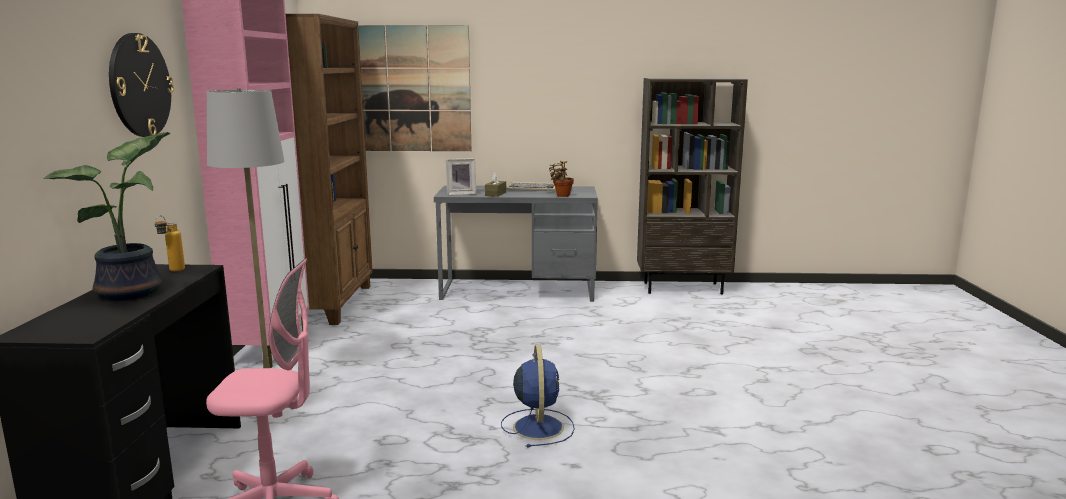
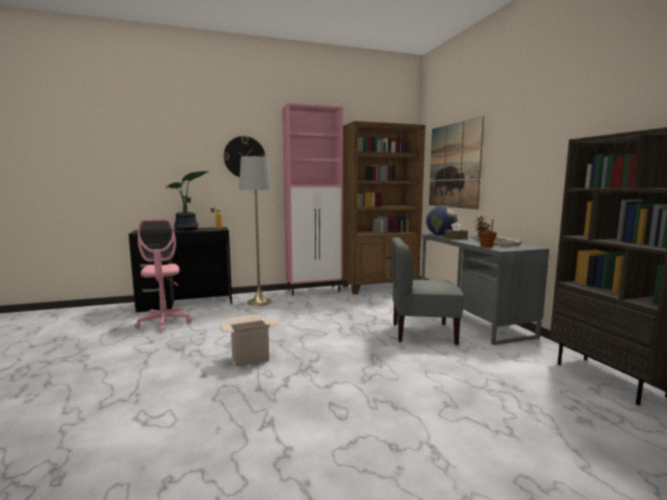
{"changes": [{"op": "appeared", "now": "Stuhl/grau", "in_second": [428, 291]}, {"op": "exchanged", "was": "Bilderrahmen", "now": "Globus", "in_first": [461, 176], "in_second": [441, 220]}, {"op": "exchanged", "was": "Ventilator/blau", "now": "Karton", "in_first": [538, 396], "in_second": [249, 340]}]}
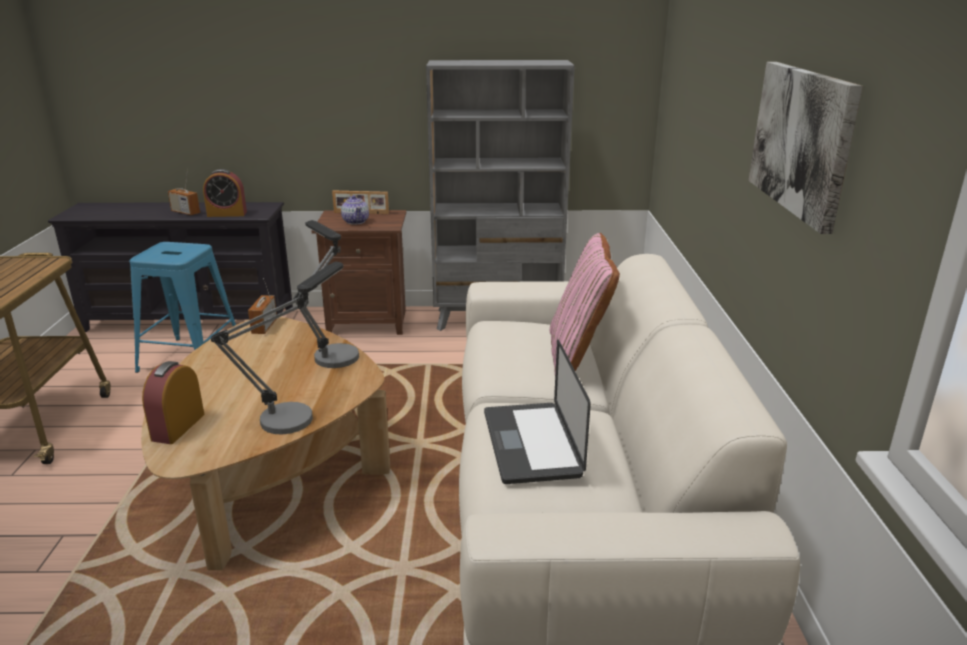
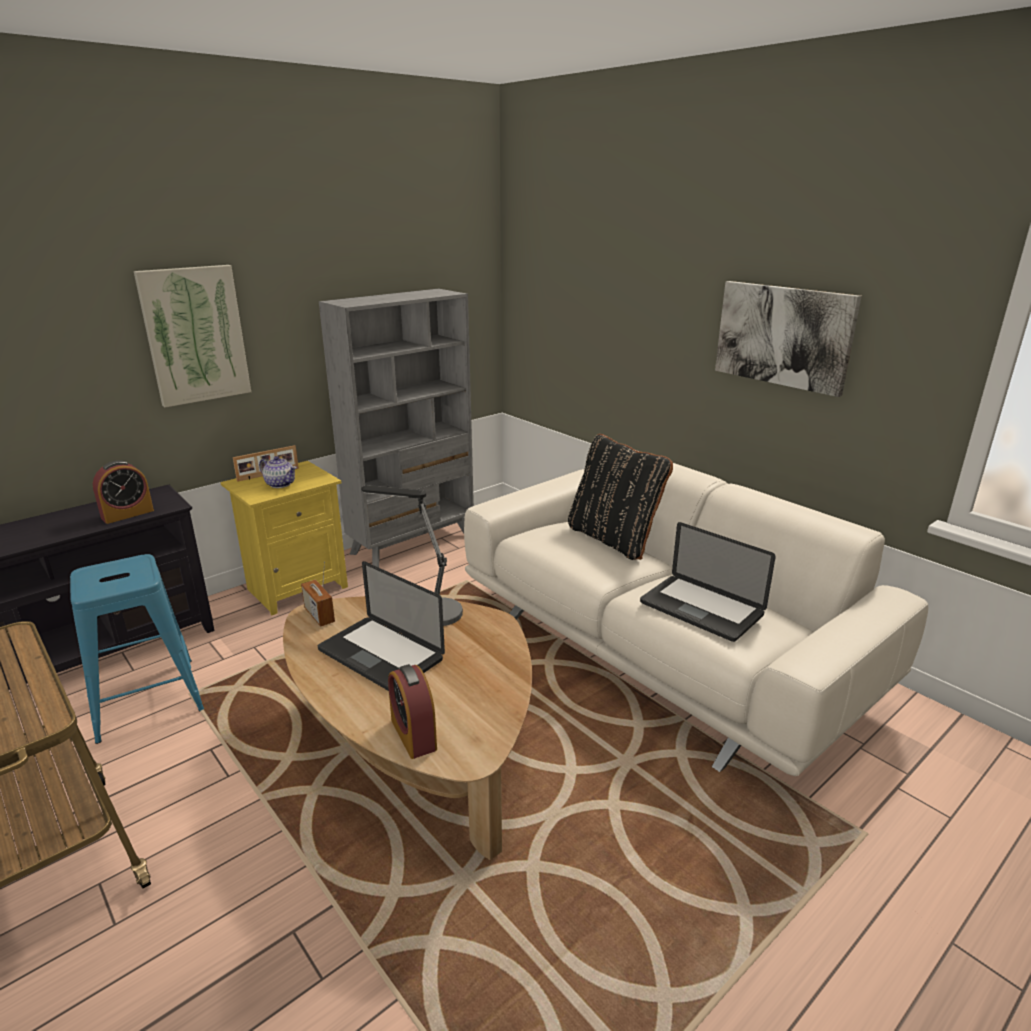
{"changes": [{"op": "missing", "was": "Radio", "in_first": [184, 191]}, {"op": "missing", "was": "Tischlampe", "in_first": [277, 348]}, {"op": "appeared", "now": "Bild", "in_second": [192, 336]}, {"op": "appeared", "now": "Laptop", "in_second": [381, 626]}, {"op": "colour", "was": "Nachttisch/braun", "now": "Nachttisch/gelb", "in_first": [358, 272], "in_second": [284, 538]}, {"op": "colour", "was": "Kissen/rosa", "now": "Kissen/schwarz", "in_first": [585, 302], "in_second": [620, 497]}]}
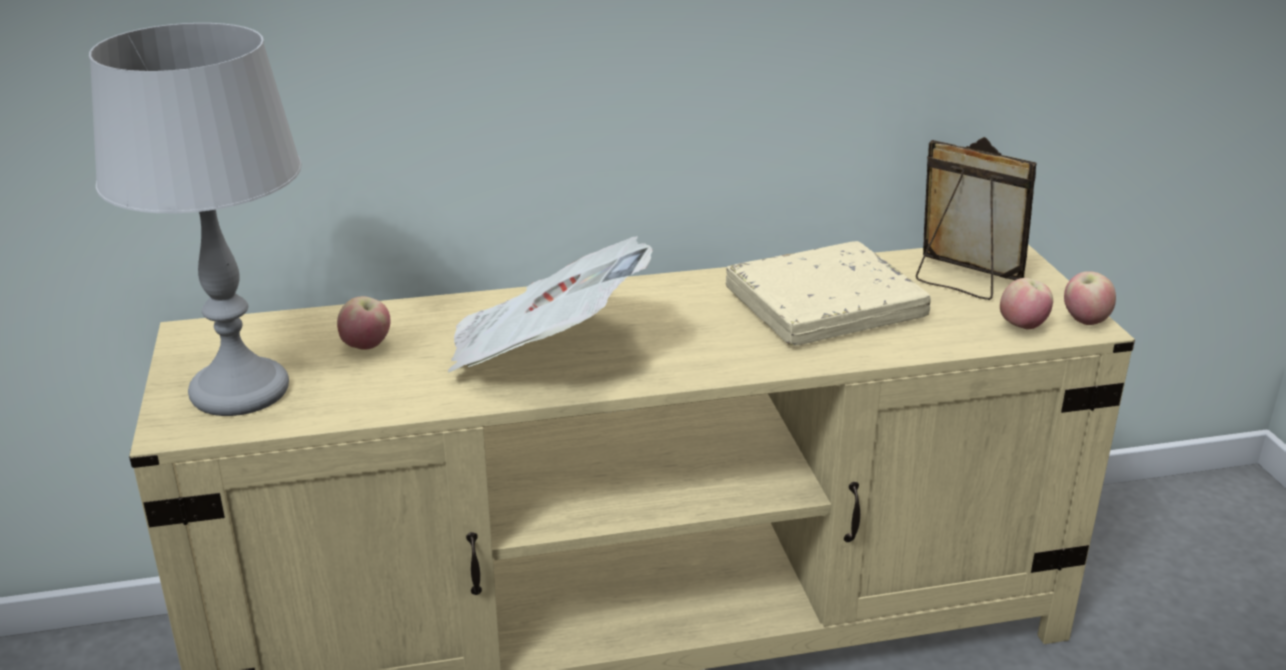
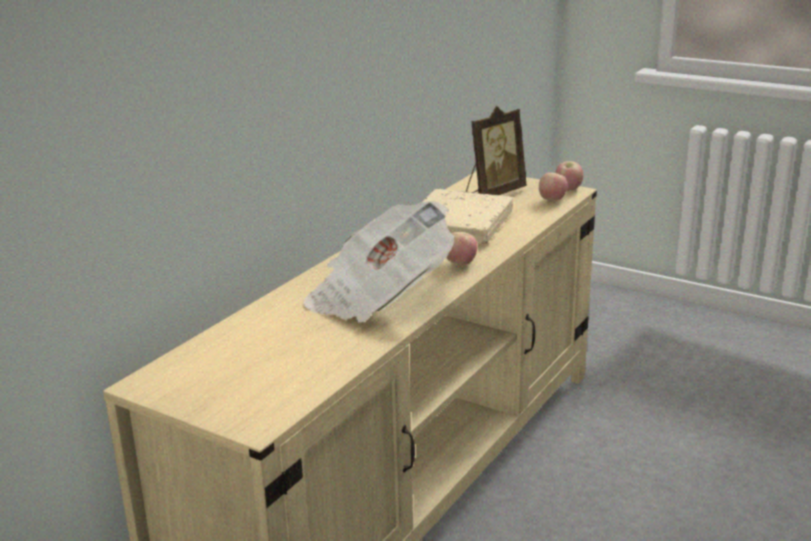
{"changes": [{"op": "missing", "was": "Tischlampe/grau", "in_first": [195, 219]}, {"op": "relocated", "was": "Apfel", "in_first": [364, 323], "in_second": [462, 248]}, {"op": "spun", "was": "Bilderrahmen", "in_first": [976, 218], "in_second": [496, 150], "clockwise": 150}]}
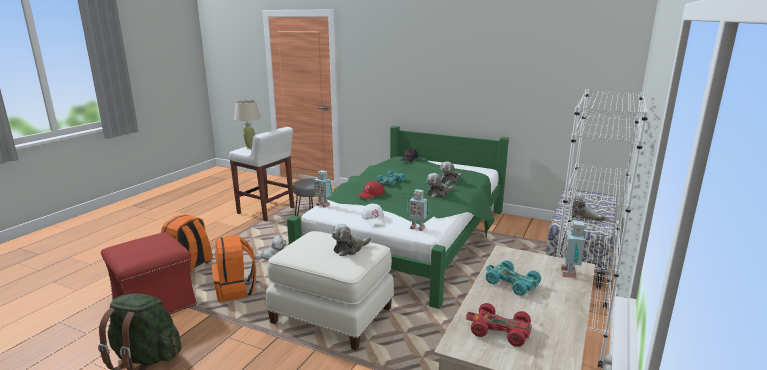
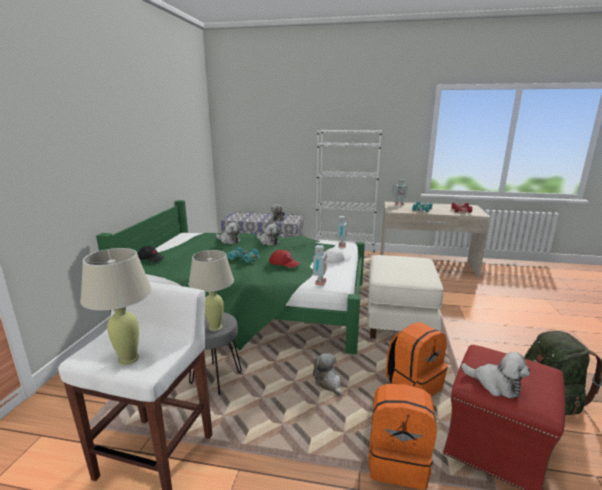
{"changes": [{"op": "appeared", "now": "Tischlampe/beige", "in_second": [211, 290]}, {"op": "relocated", "was": "Plüschtier", "in_first": [351, 240], "in_second": [495, 375]}]}
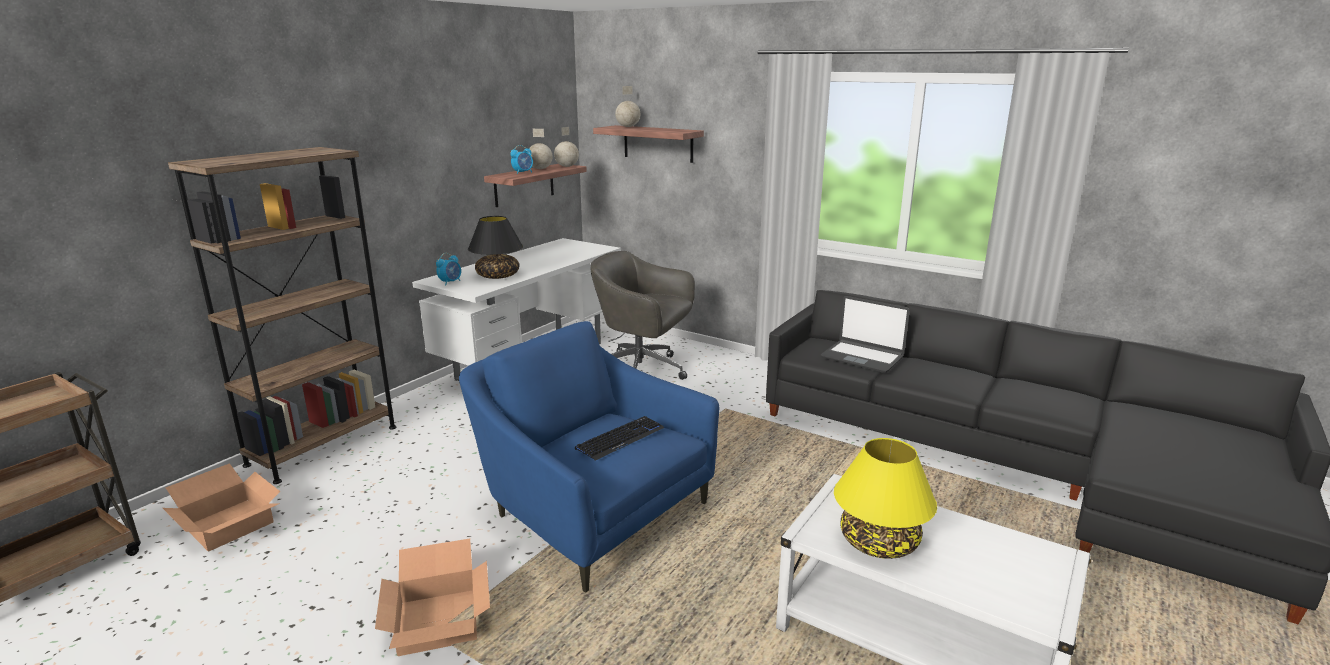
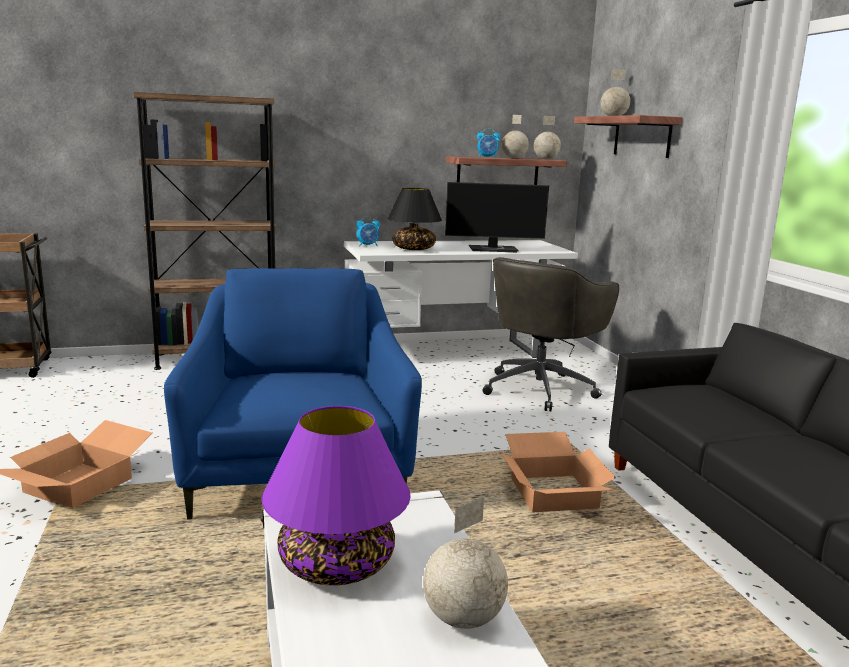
{"changes": [{"op": "missing", "was": "Tastatur", "in_first": [619, 438]}, {"op": "missing", "was": "Laptop", "in_first": [865, 334]}, {"op": "appeared", "now": "Globus", "in_second": [465, 563]}, {"op": "appeared", "now": "Monitor", "in_second": [497, 217]}, {"op": "relocated", "was": "Karton", "in_first": [222, 507], "in_second": [559, 472]}, {"op": "colour", "was": "Tischlampe/gelb", "now": "Tischlampe/lila", "in_first": [885, 498], "in_second": [336, 495]}, {"op": "spun", "was": "Bürostuhl/grau", "in_first": [642, 315], "in_second": [551, 334], "clockwise": -120}]}
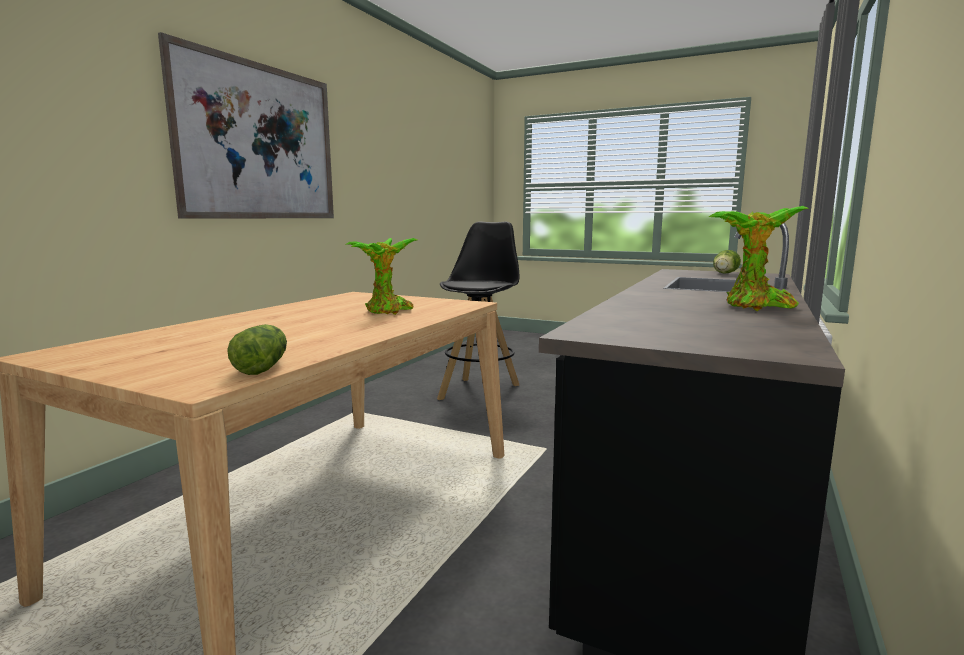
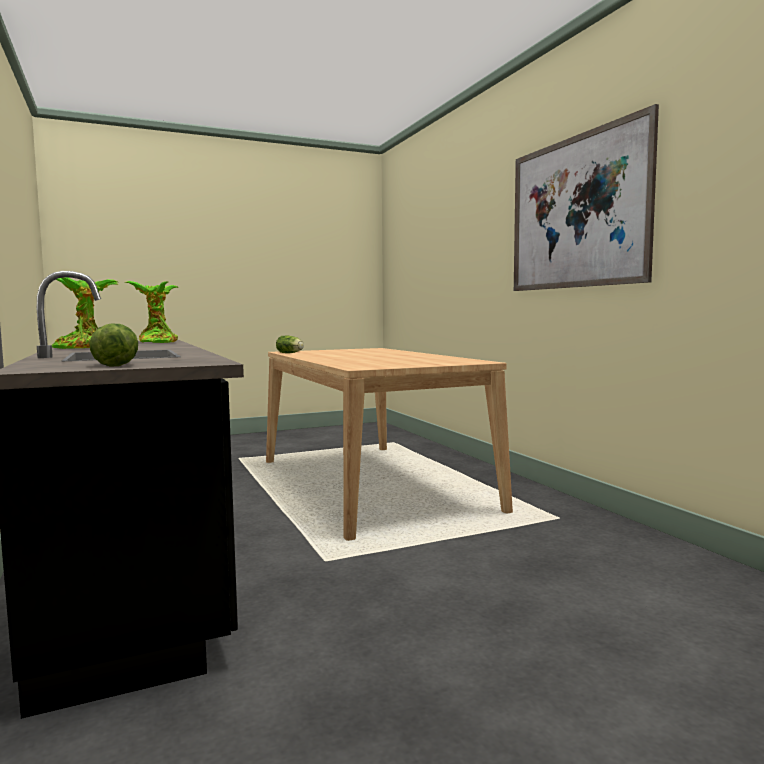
{"changes": [{"op": "missing", "was": "Hocker/schwarz", "in_first": [478, 310]}, {"op": "relocated", "was": "Topfpflanze", "in_first": [381, 276], "in_second": [151, 312]}]}
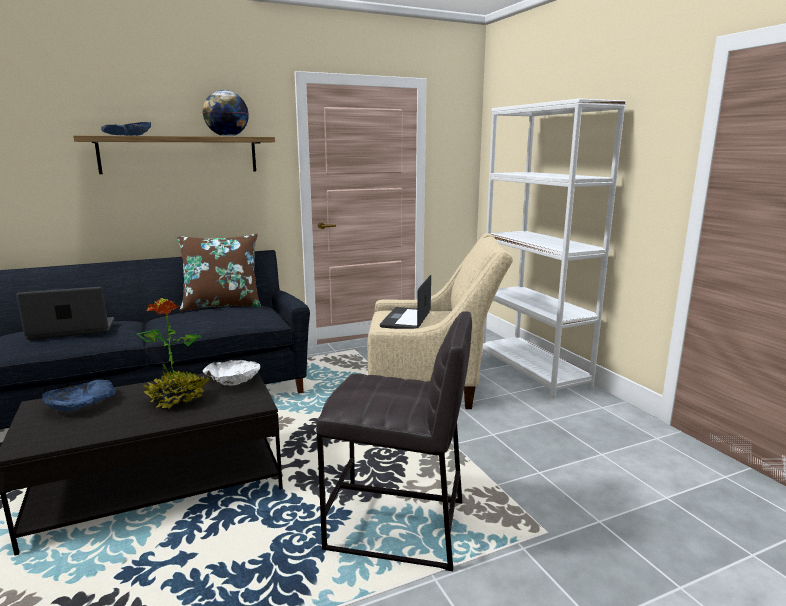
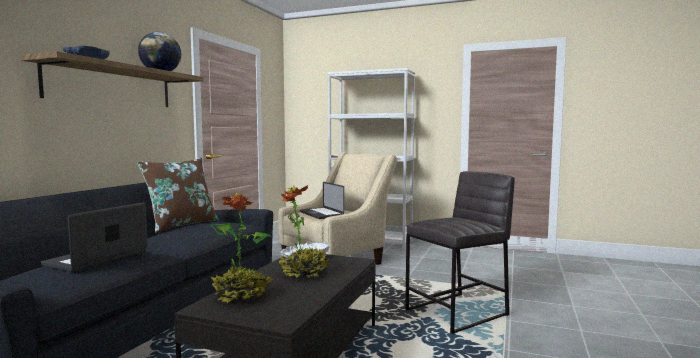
{"changes": [{"op": "exchanged", "was": "Schüssel/blau", "now": "Topfpflanze", "in_first": [79, 395], "in_second": [241, 248]}]}
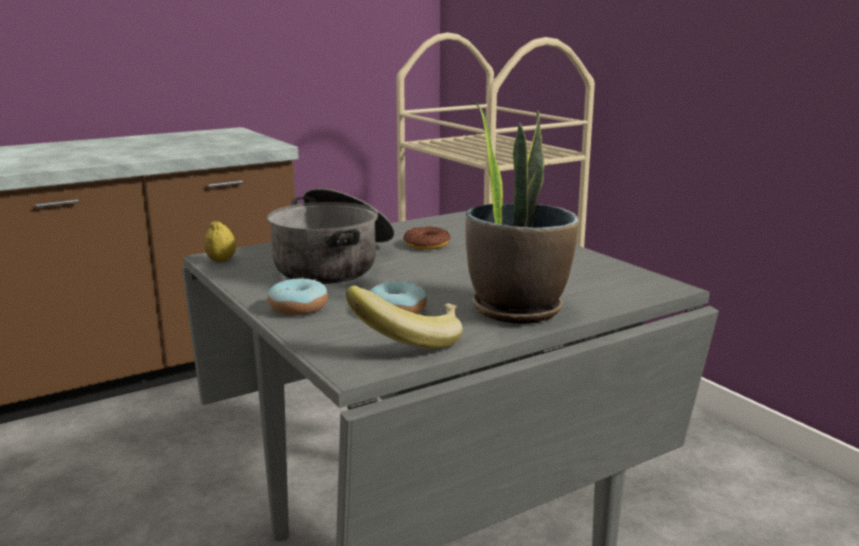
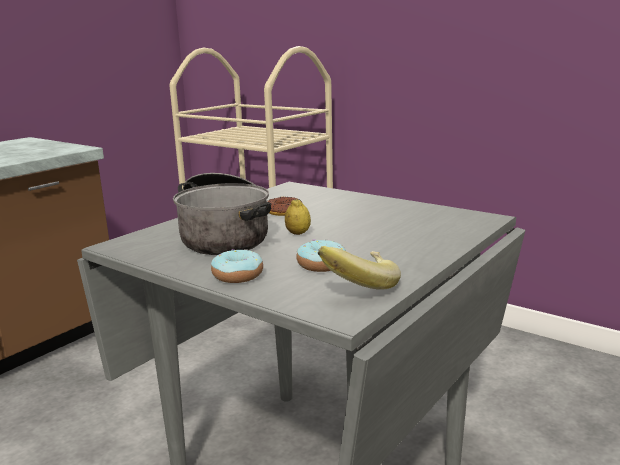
{"changes": [{"op": "missing", "was": "Topfpflanze", "in_first": [522, 212]}, {"op": "relocated", "was": "Zitrone", "in_first": [220, 241], "in_second": [298, 217]}]}
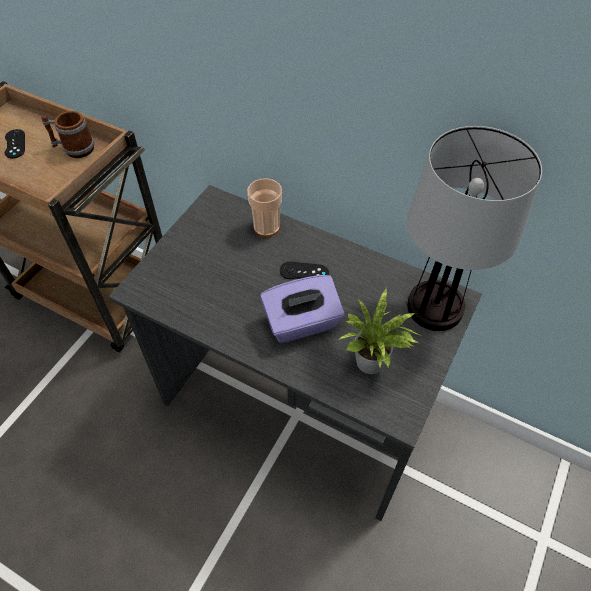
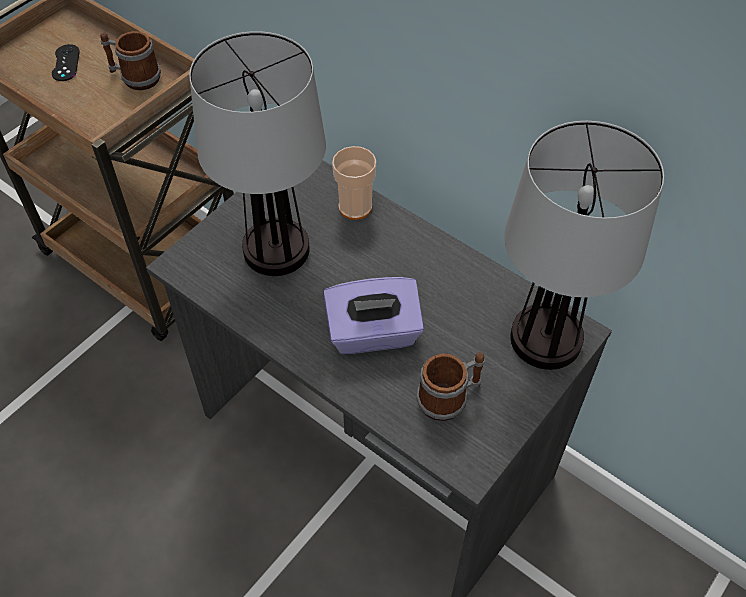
{"changes": [{"op": "missing", "was": "Gamepad/schwarz", "in_first": [304, 270]}, {"op": "appeared", "now": "Tischlampe", "in_second": [257, 153]}, {"op": "exchanged", "was": "Topfpflanze", "now": "Henkelbecher", "in_first": [380, 331], "in_second": [451, 386]}]}
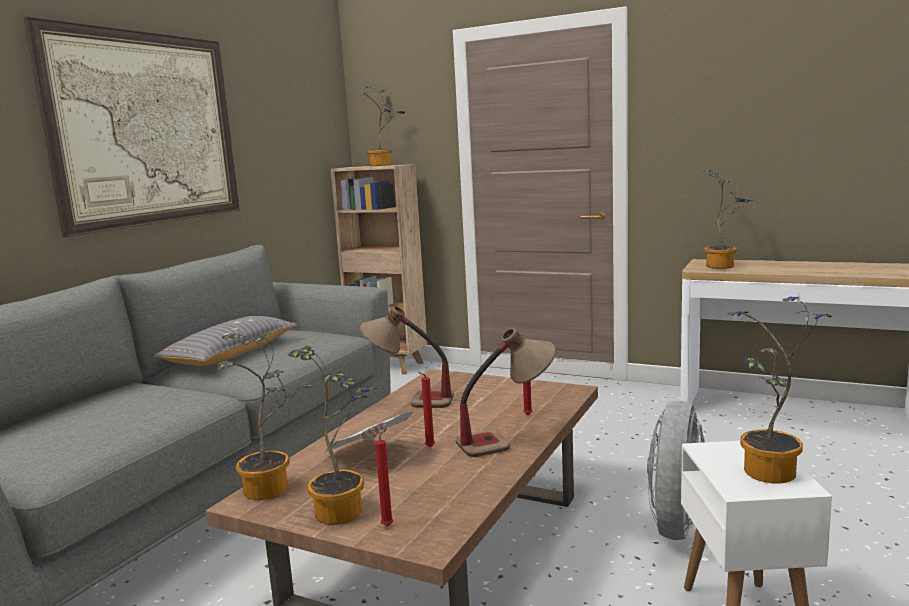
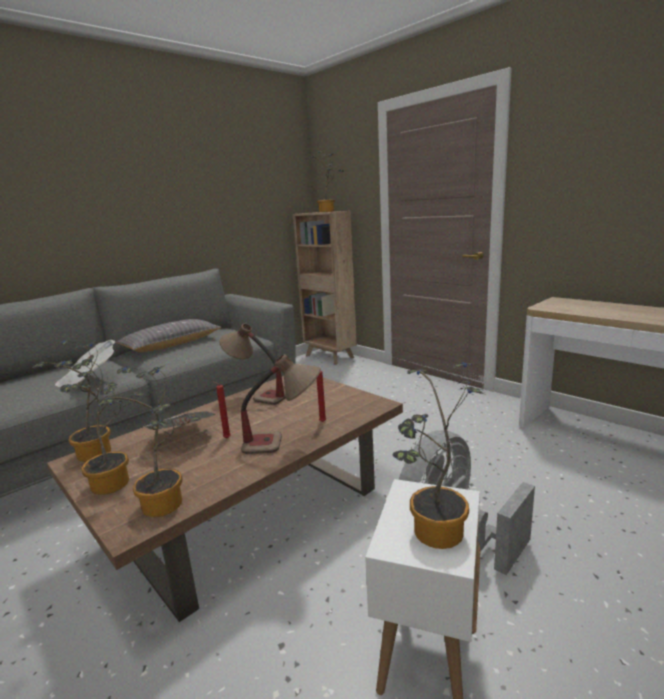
{"changes": [{"op": "missing", "was": "Bild", "in_first": [131, 127]}, {"op": "missing", "was": "Kerze/rot", "in_first": [384, 477]}, {"op": "appeared", "now": "Zeitung", "in_second": [85, 363]}, {"op": "relocated", "was": "Topfpflanze", "in_first": [729, 219], "in_second": [149, 441]}]}
